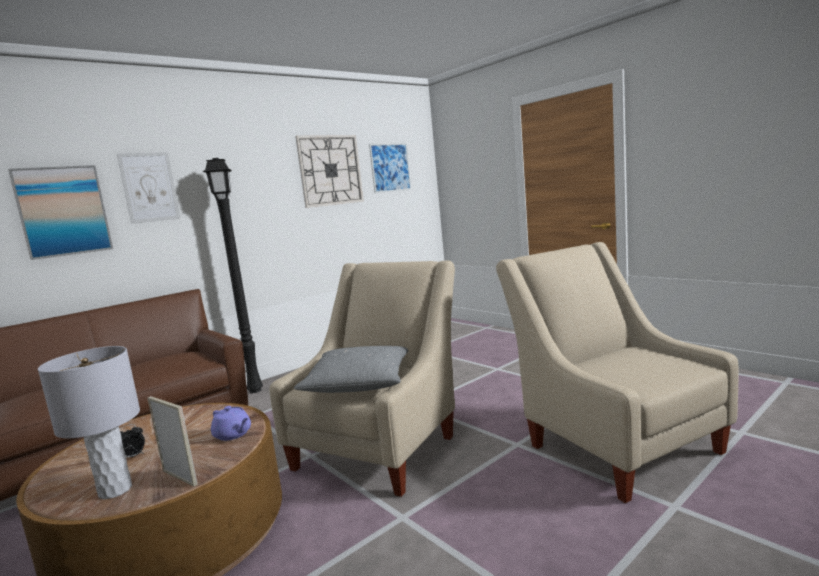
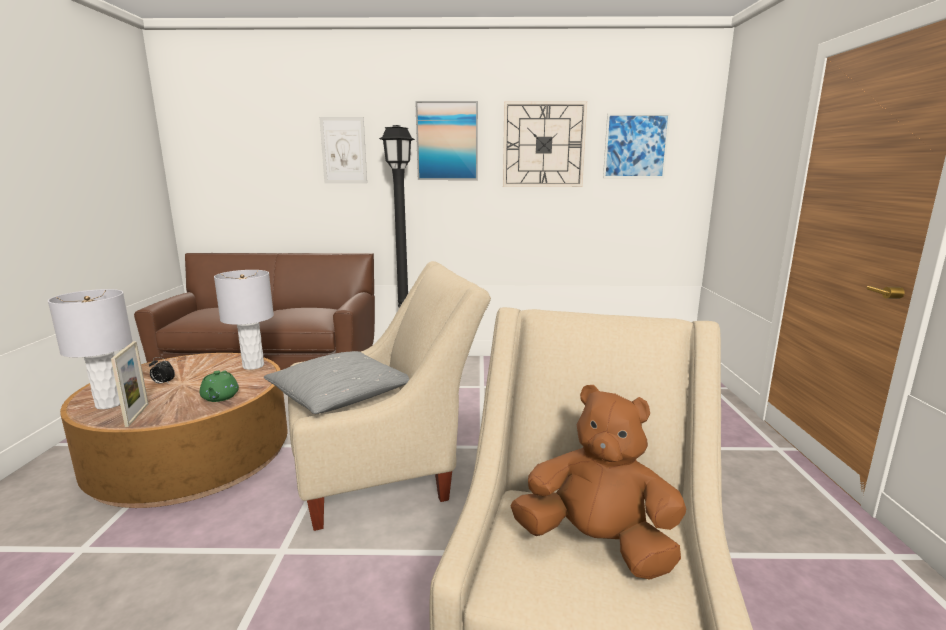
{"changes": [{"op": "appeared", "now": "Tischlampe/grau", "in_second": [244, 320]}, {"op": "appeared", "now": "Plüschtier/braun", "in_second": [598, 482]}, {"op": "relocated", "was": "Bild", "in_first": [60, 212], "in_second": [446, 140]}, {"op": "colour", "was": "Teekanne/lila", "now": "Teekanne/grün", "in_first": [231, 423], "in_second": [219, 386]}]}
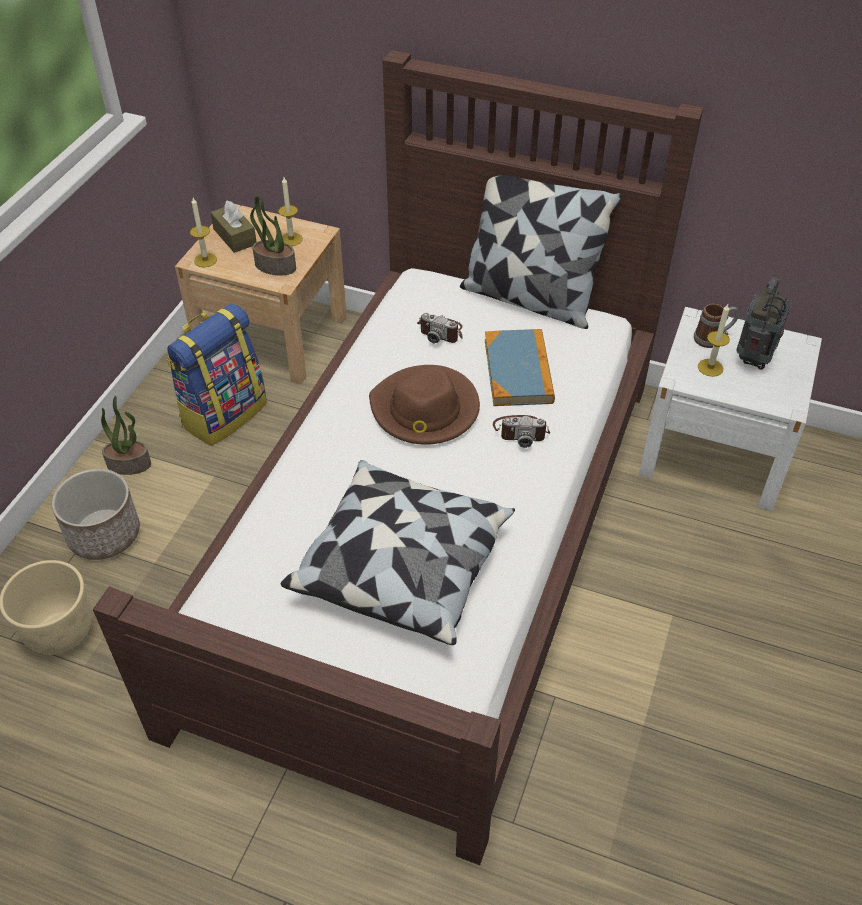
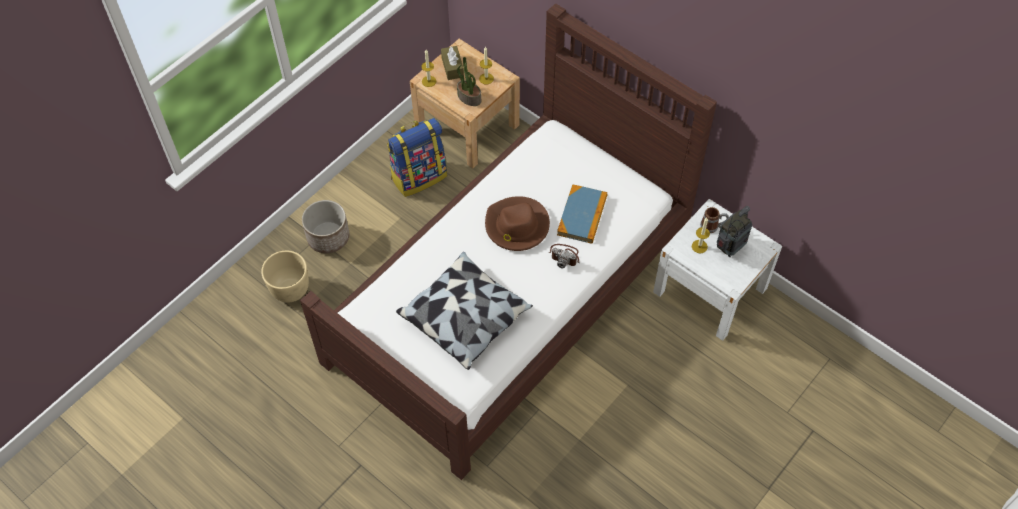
{"changes": [{"op": "missing", "was": "Topfpflanze", "in_first": [126, 435]}, {"op": "missing", "was": "Kamera", "in_first": [439, 328]}, {"op": "missing", "was": "Kissen", "in_first": [541, 252]}]}
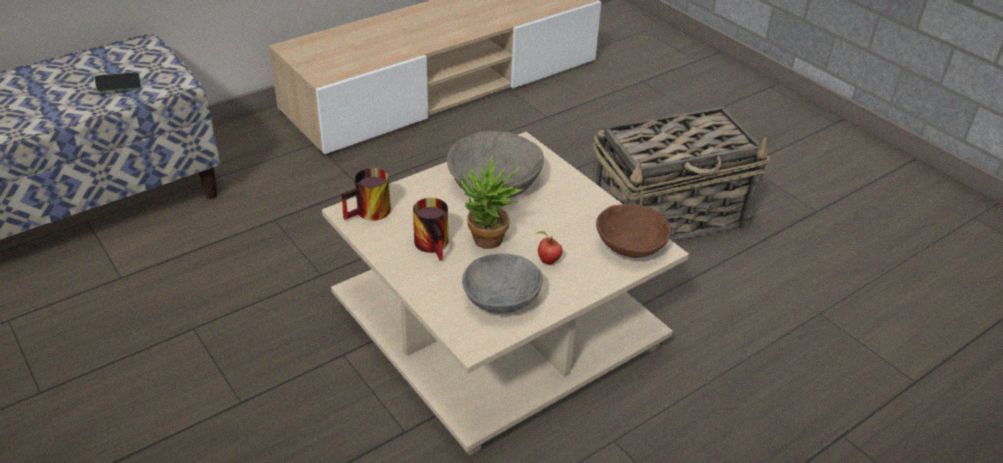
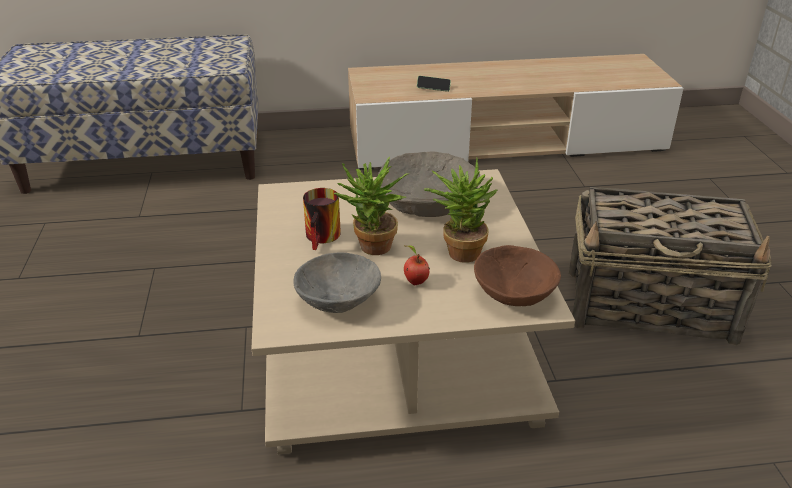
{"changes": [{"op": "missing", "was": "Henkelbecher", "in_first": [366, 194]}, {"op": "appeared", "now": "Topfpflanze", "in_second": [460, 210]}, {"op": "relocated", "was": "Handy", "in_first": [118, 82], "in_second": [434, 84]}]}
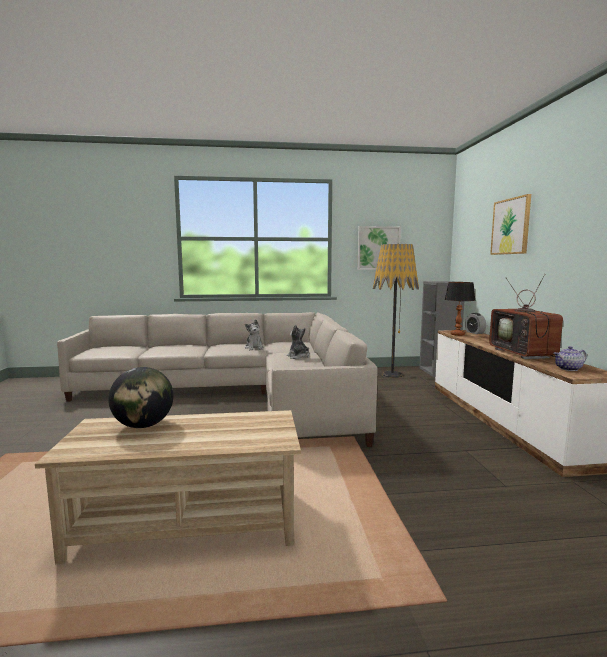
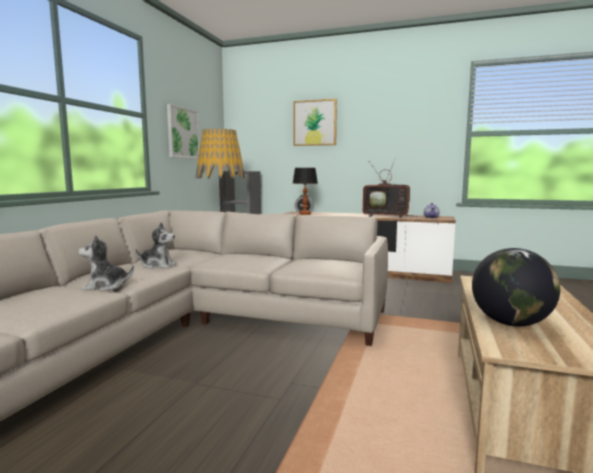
{"changes": [{"op": "relocated", "was": "Plüschtier", "in_first": [298, 342], "in_second": [106, 263]}]}
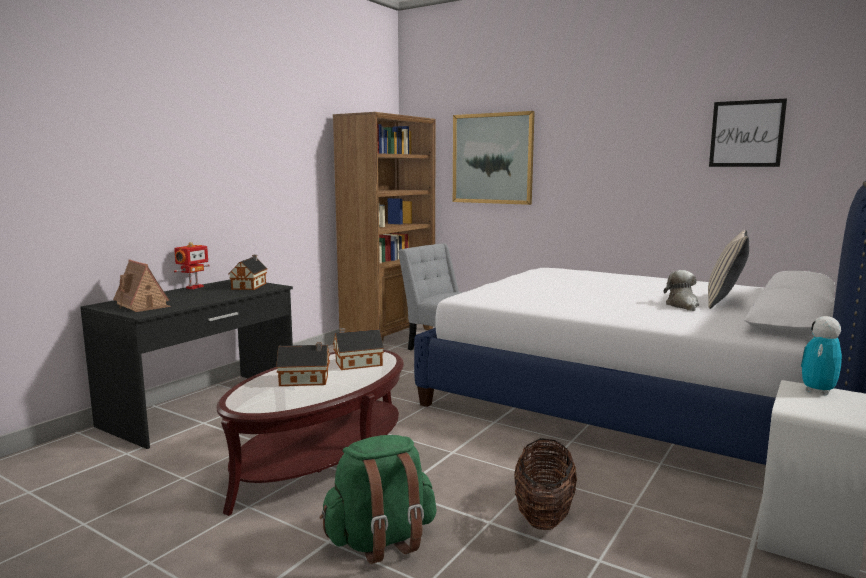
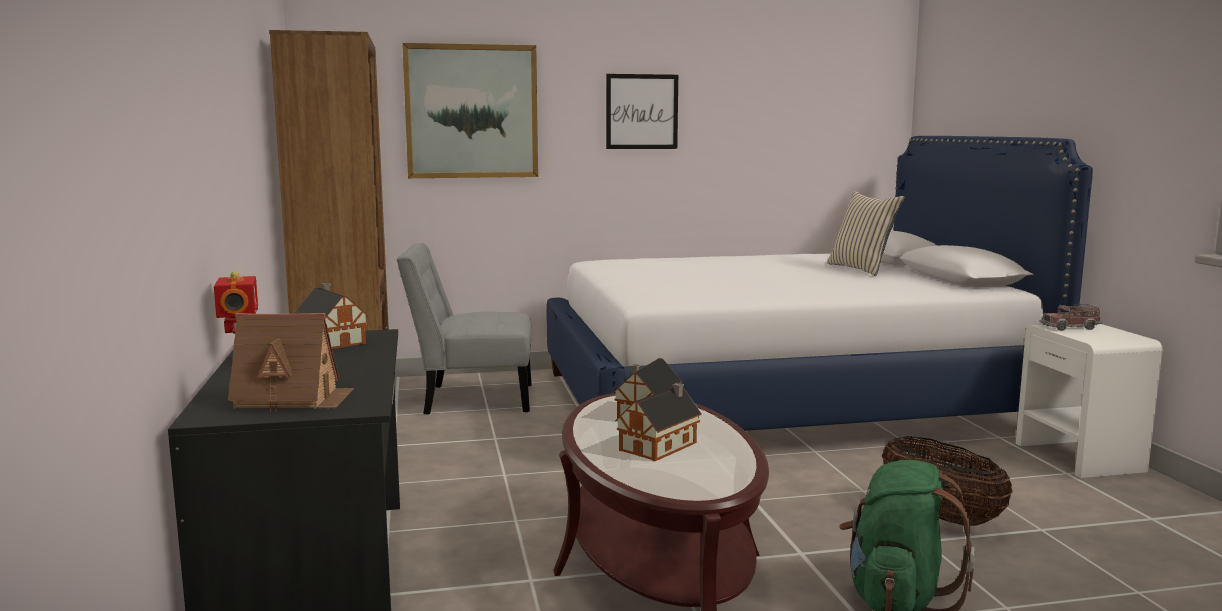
{"changes": [{"op": "missing", "was": "Plüschtier", "in_first": [681, 290]}, {"op": "relocated", "was": "Bild", "in_first": [748, 132], "in_second": [642, 111]}, {"op": "exchanged", "was": "Spielzeugroboter", "now": "Spielzeuglaster", "in_first": [821, 355], "in_second": [1072, 317]}]}
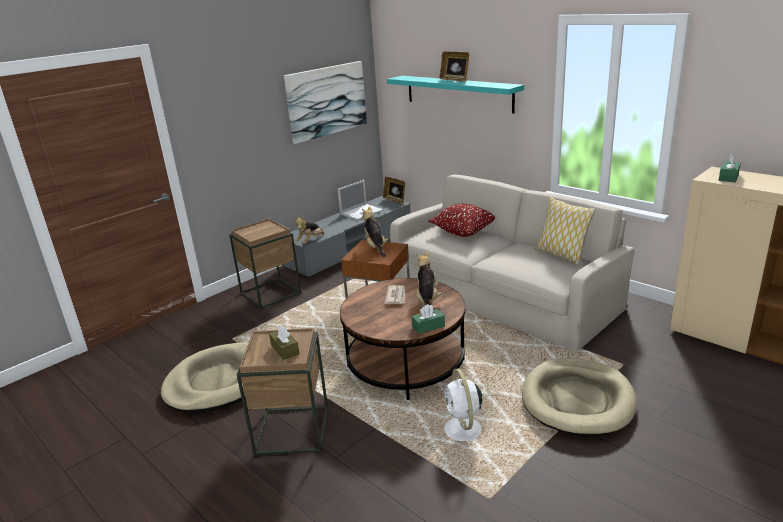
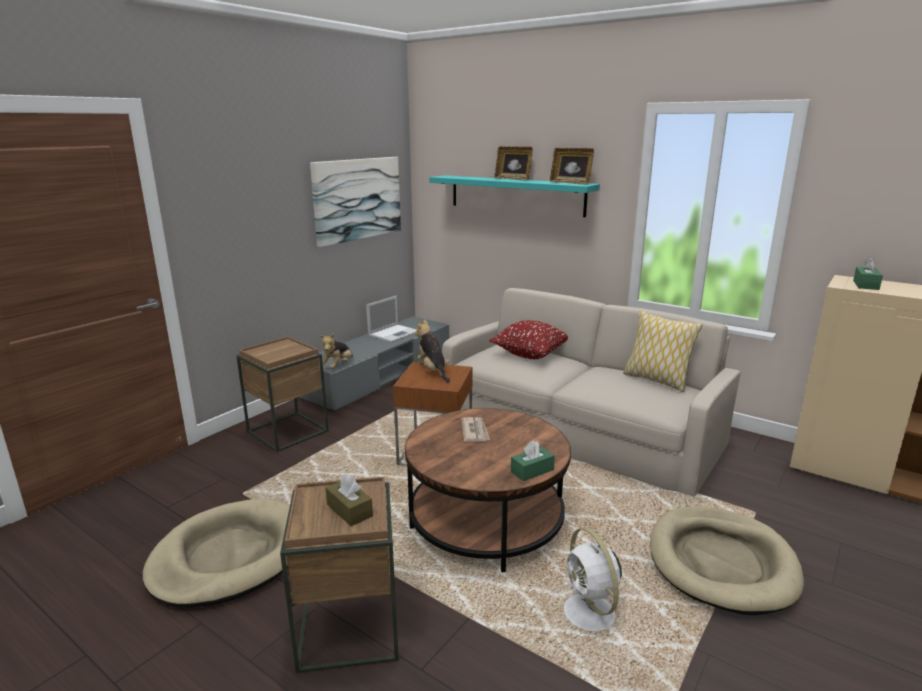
{"changes": [{"op": "missing", "was": "Plüschtier", "in_first": [429, 278]}, {"op": "relocated", "was": "Bilderrahmen", "in_first": [394, 190], "in_second": [572, 166]}]}
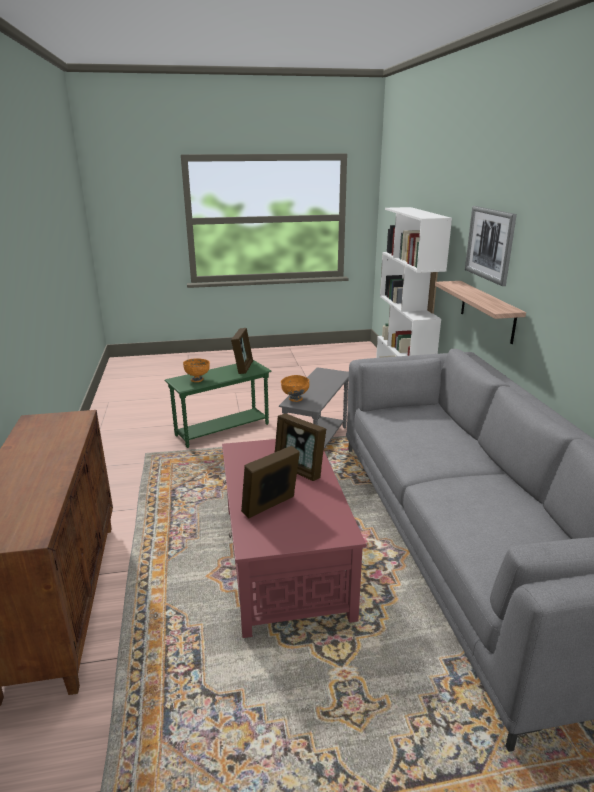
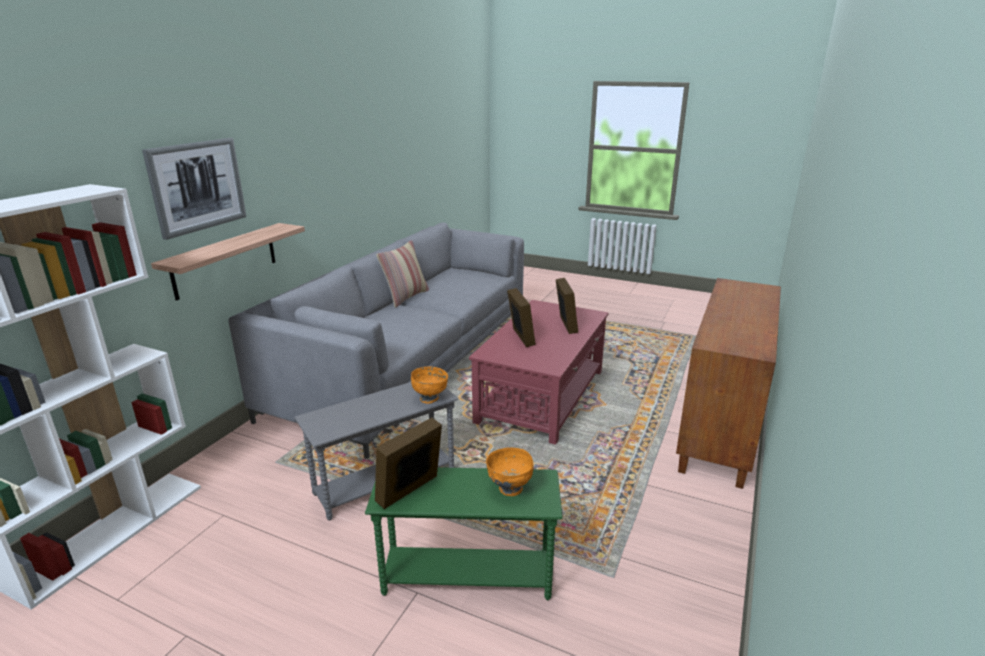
{"changes": [{"op": "appeared", "now": "Kissen", "in_second": [402, 274]}, {"op": "spun", "was": "Bilderrahmen", "in_first": [270, 482], "in_second": [567, 306], "clockwise": -90}]}
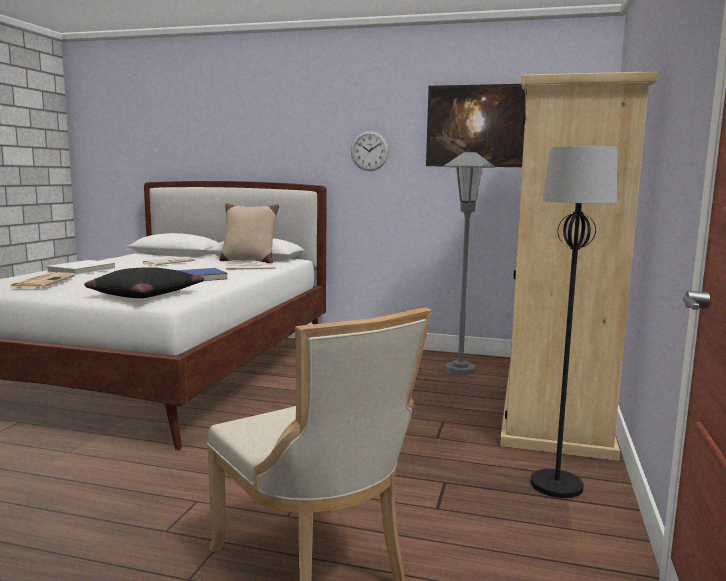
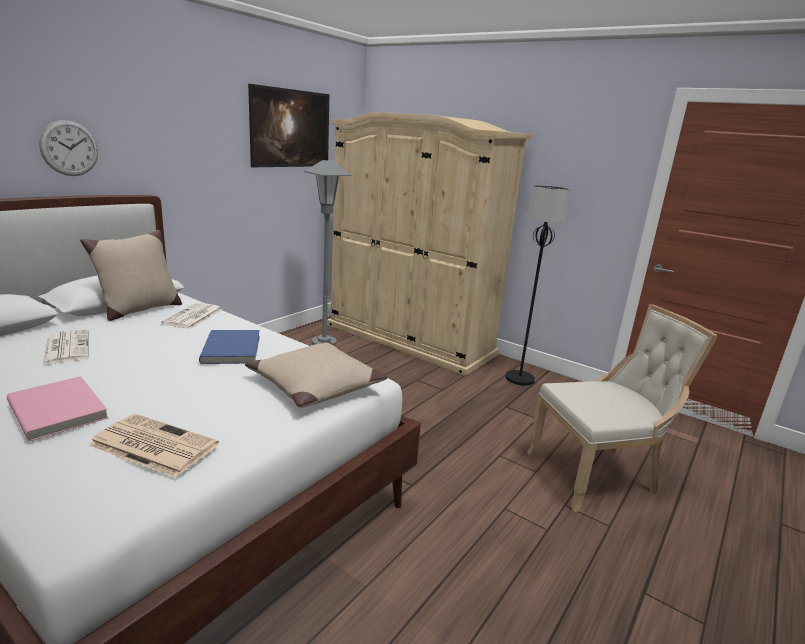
{"changes": [{"op": "relocated", "was": "Wanduhr", "in_first": [370, 151], "in_second": [68, 148]}, {"op": "colour", "was": "Buch/weiß", "now": "Buch/rosa", "in_first": [81, 267], "in_second": [57, 408]}, {"op": "colour", "was": "Kissen/schwarz", "now": "Kissen/beige", "in_first": [144, 282], "in_second": [316, 374]}]}
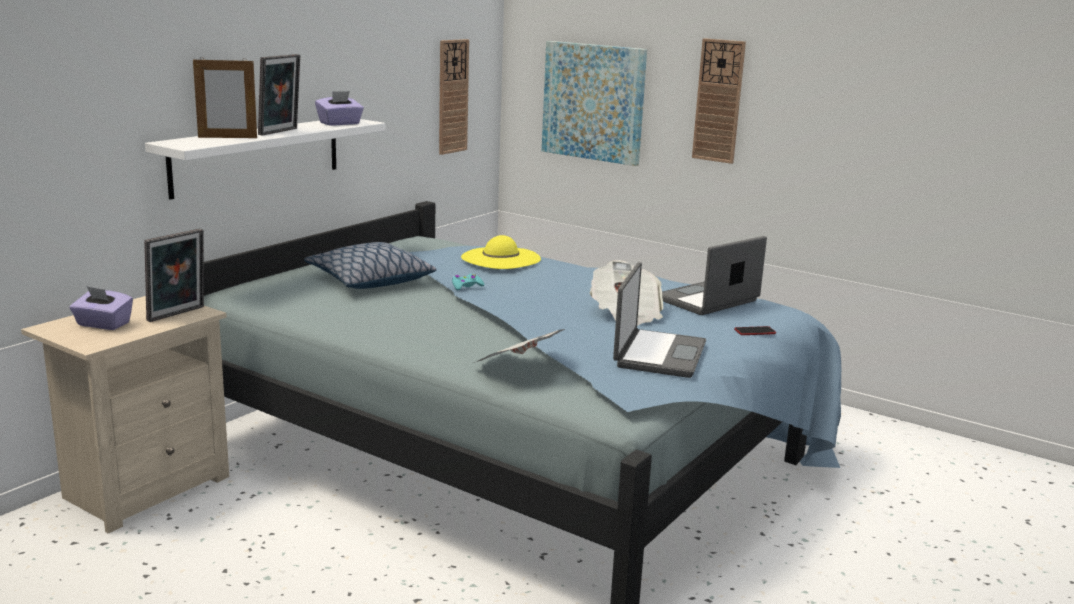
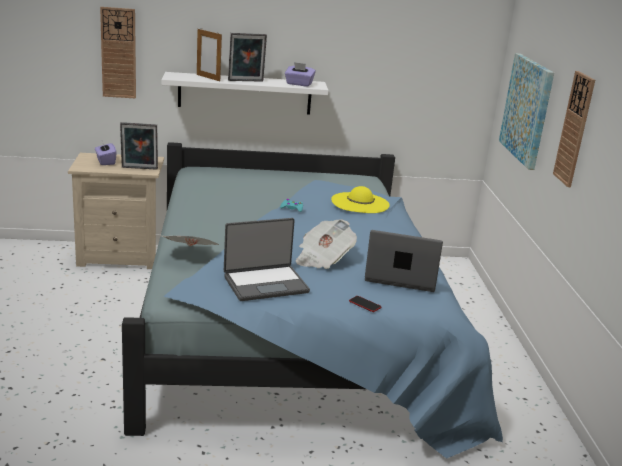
{"changes": [{"op": "missing", "was": "Kissen", "in_first": [370, 265]}, {"op": "relocated", "was": "Wanduhr", "in_first": [454, 97], "in_second": [118, 52]}]}
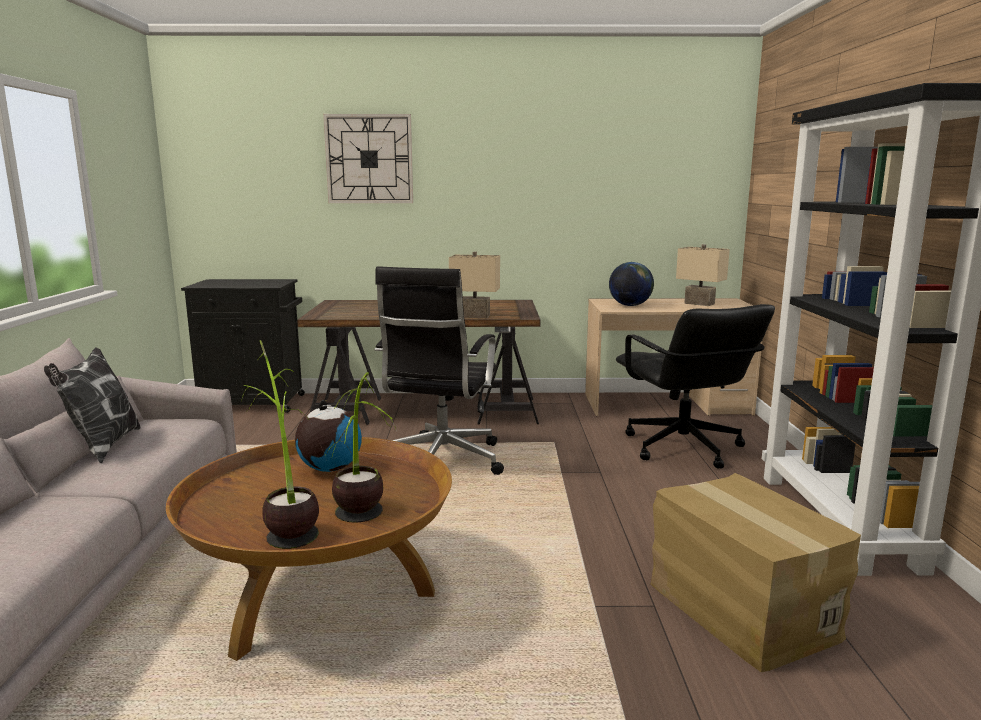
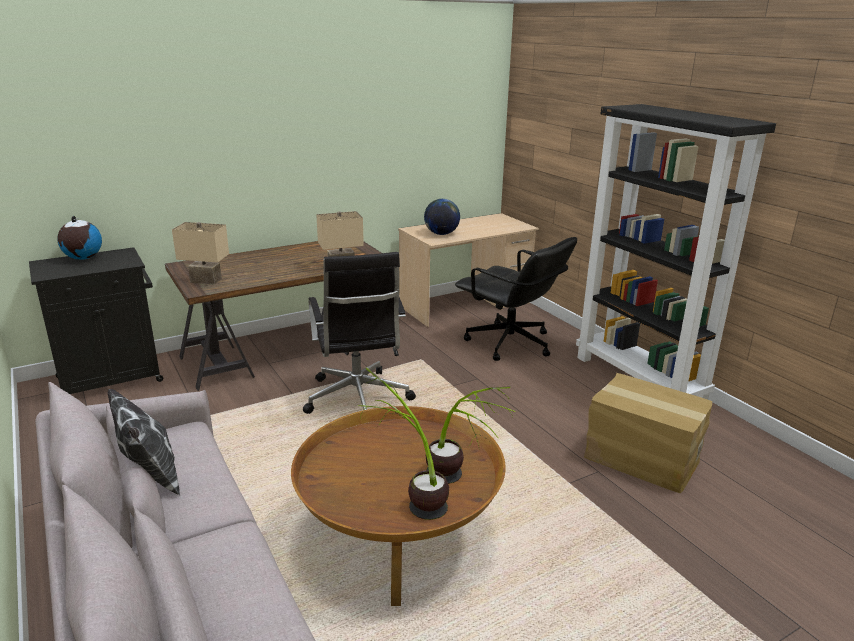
{"changes": [{"op": "missing", "was": "Wanduhr", "in_first": [368, 158]}, {"op": "relocated", "was": "Globus", "in_first": [328, 436], "in_second": [80, 238]}, {"op": "relocated", "was": "Tischlampe/beige", "in_first": [703, 275], "in_second": [200, 253]}]}
